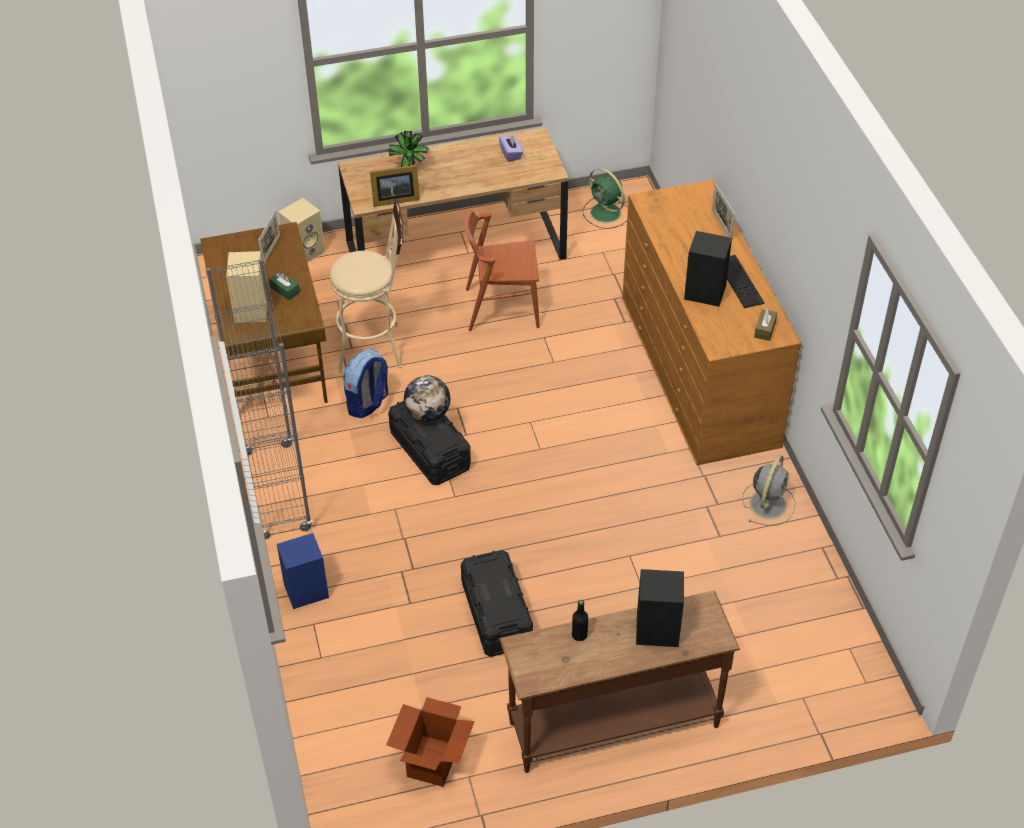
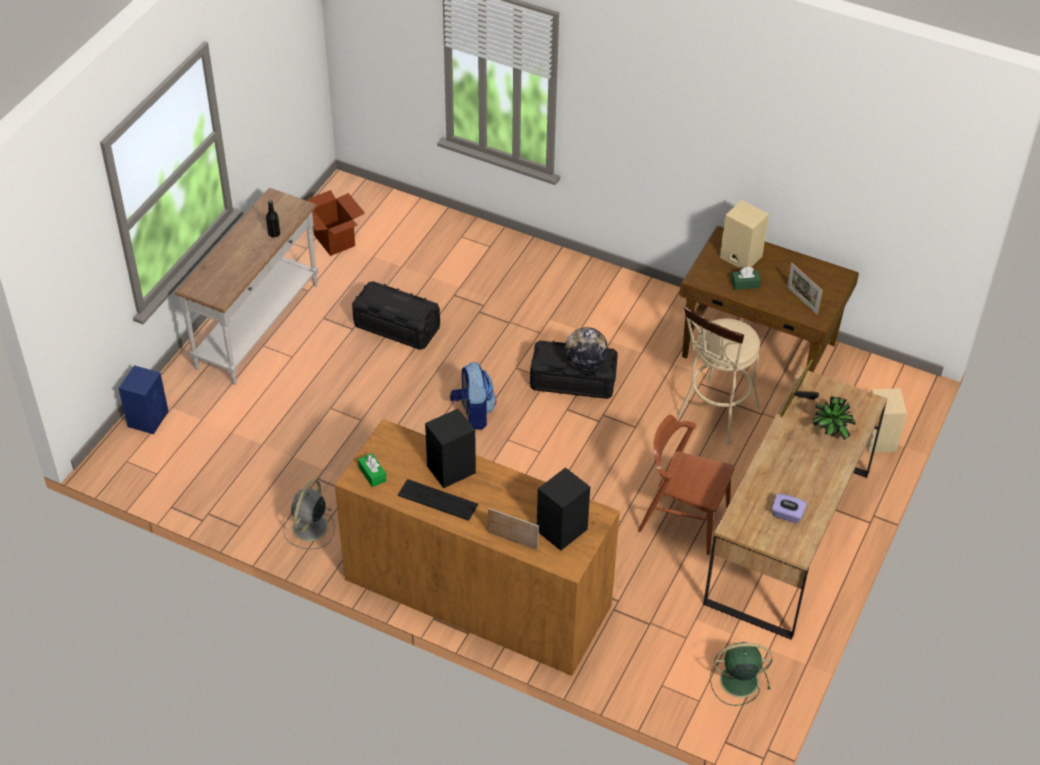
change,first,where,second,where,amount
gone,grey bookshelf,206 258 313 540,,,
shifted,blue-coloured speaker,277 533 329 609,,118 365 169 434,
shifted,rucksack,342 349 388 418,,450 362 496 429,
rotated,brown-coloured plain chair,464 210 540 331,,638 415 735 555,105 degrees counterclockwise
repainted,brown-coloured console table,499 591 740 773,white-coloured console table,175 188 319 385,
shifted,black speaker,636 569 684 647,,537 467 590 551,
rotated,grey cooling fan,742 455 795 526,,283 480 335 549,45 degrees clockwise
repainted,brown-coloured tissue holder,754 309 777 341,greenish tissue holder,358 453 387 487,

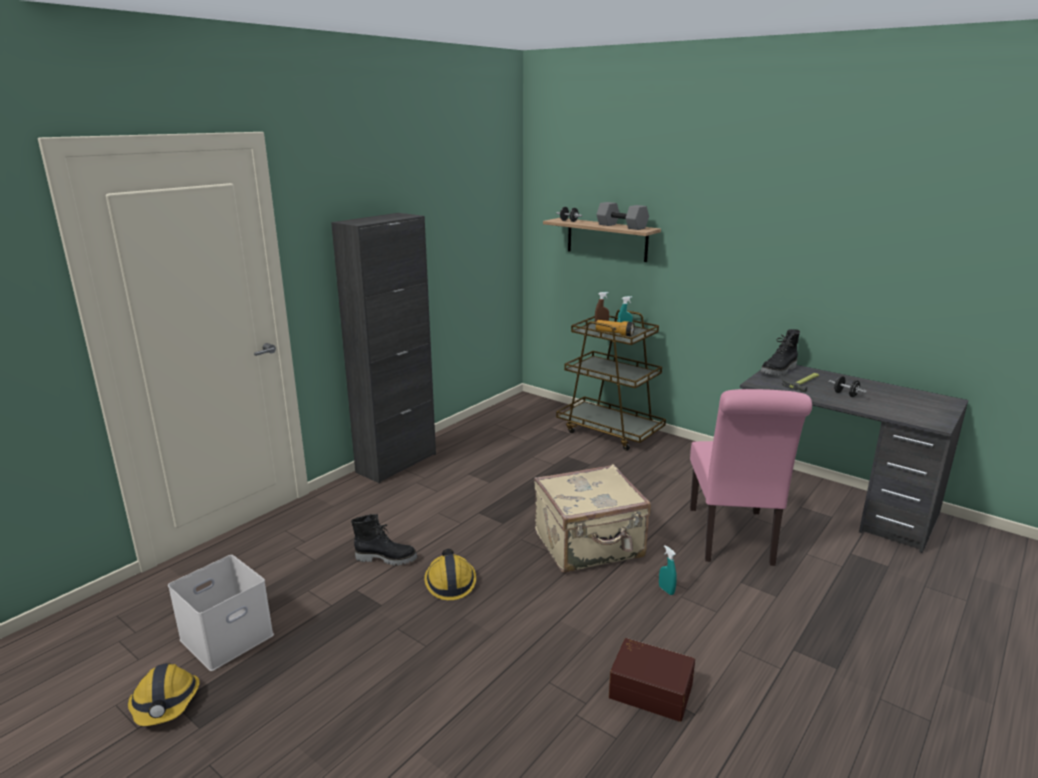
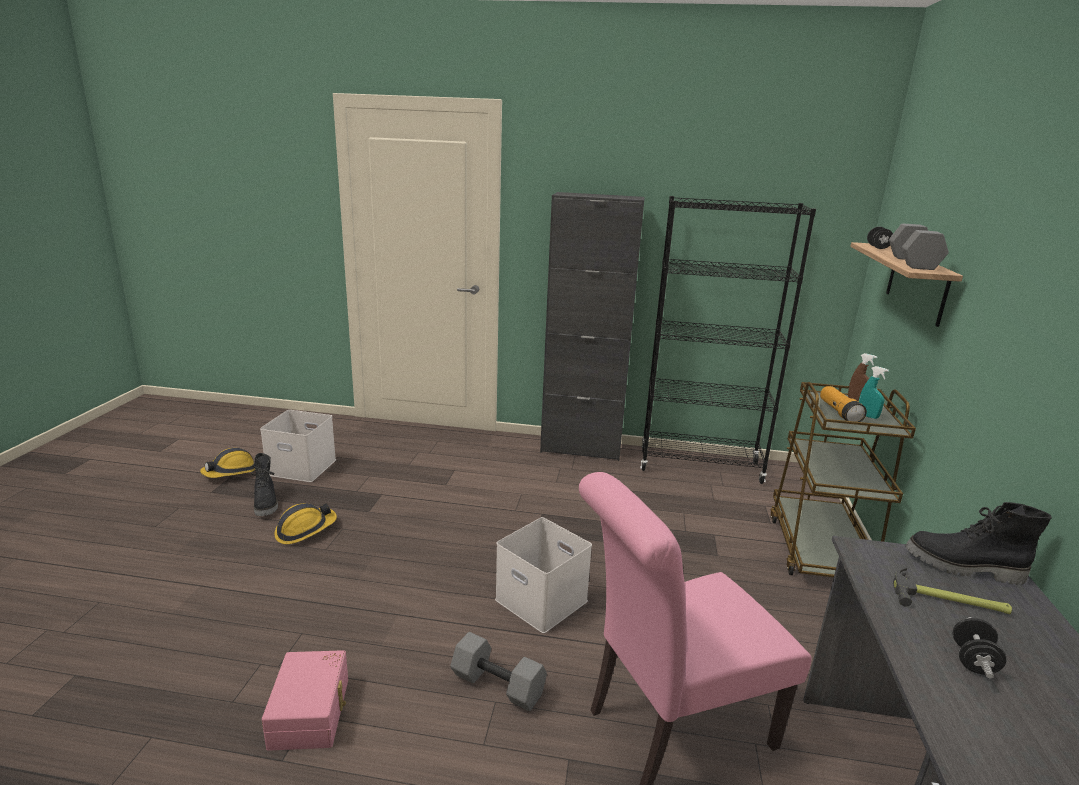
change,first,where,second,where,amount
shifted,black boot,351 514 417 566,,251 453 278 516,
shifted,hard hat,424 549 476 600,,274 503 337 544,
swapped,beige suitcase,534 464 651 573,white-coloured storage box,495 517 592 633,
repainted,brown-coloured storage box,609 638 695 722,pink storage box,262 650 348 751,
swapped,turquoise sprayer,659 545 677 595,grey free weight,450 632 547 711,
new,,,black bookshelf,640 196 816 484,

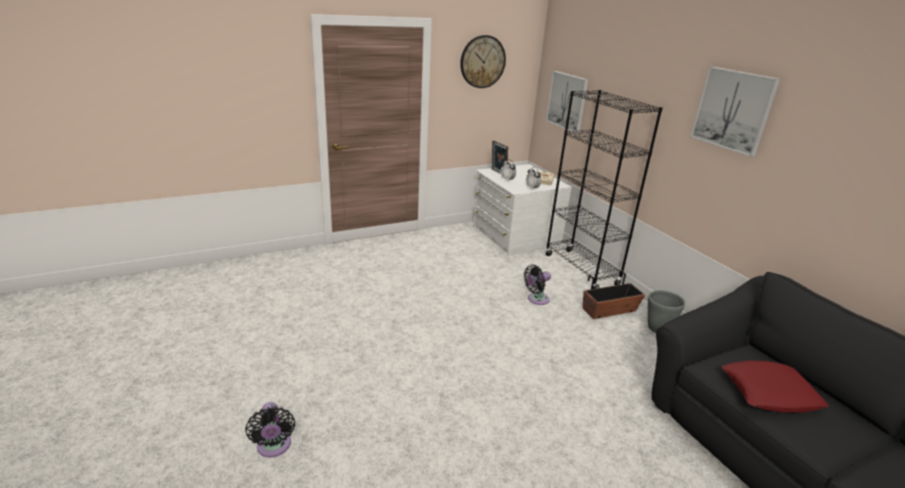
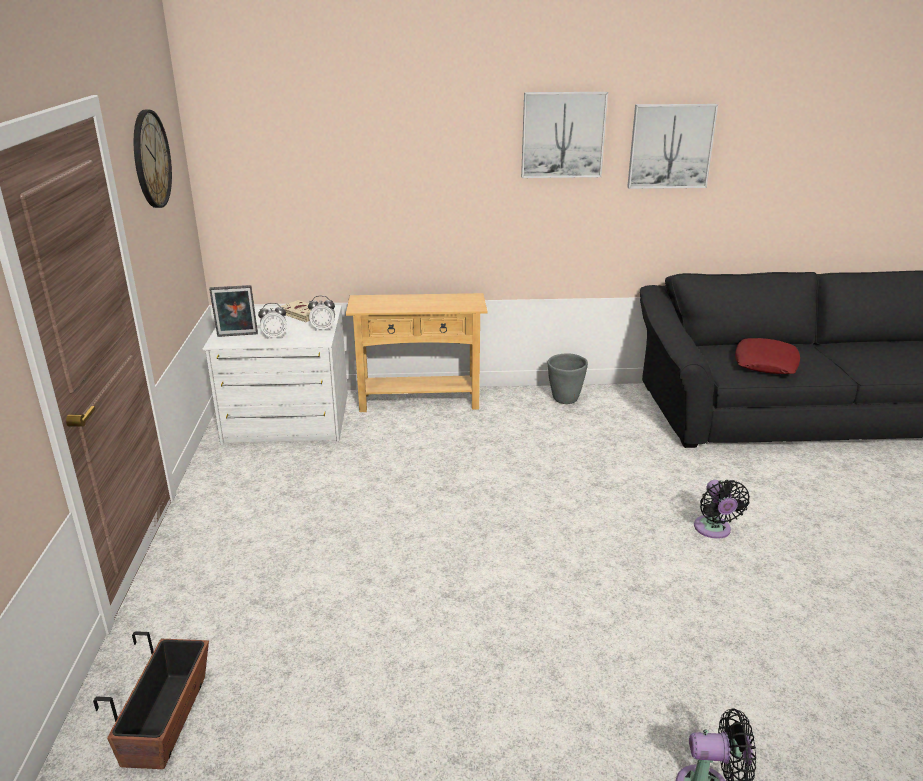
change,first,where,second,where,amount
shifted,black cooling fan,524 265 551 305,,694 480 750 539,
swapped,black bookshelf,545 90 663 289,beige console table,346 293 487 412,
shifted,picture,546 71 588 134,,627 104 718 189,
shifted,flower pot,582 271 645 319,,93 631 209 769,

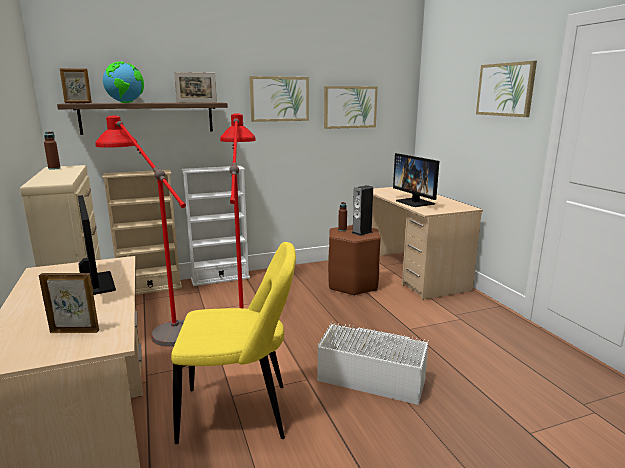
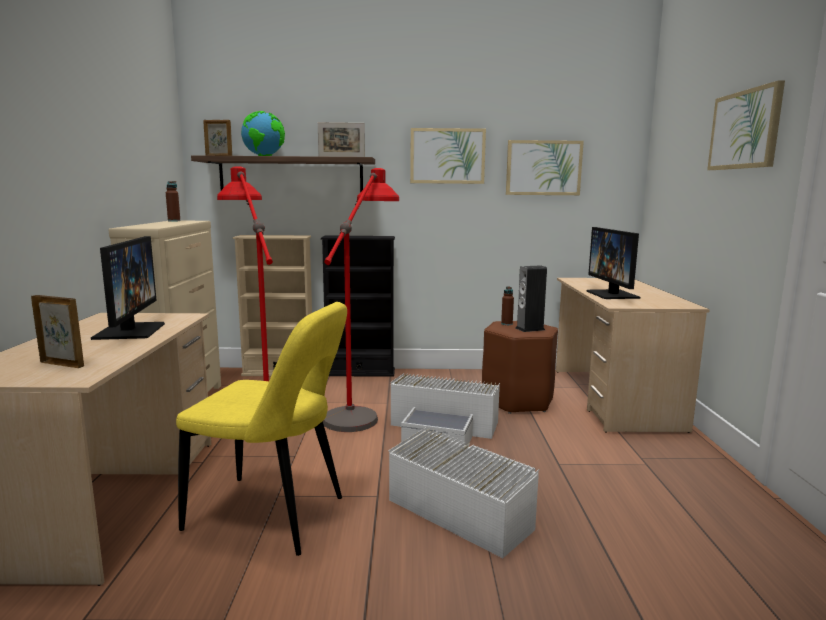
change,first,where,second,where,amount
repainted,white-coloured bookshelf,182 166 250 286,black bookshelf,321 235 395 377,
new,,,white-coloured storage box,391 373 500 446,

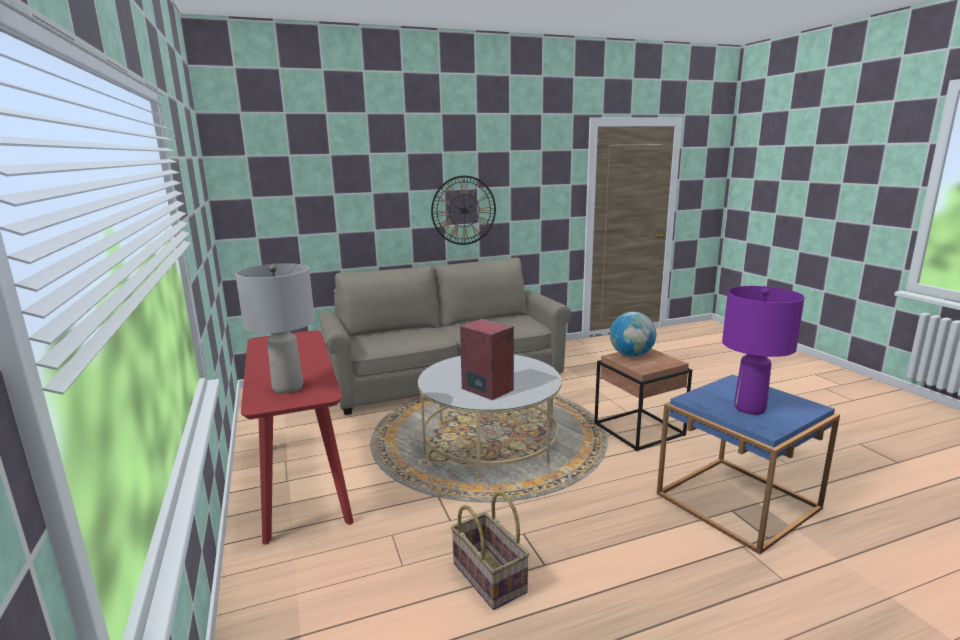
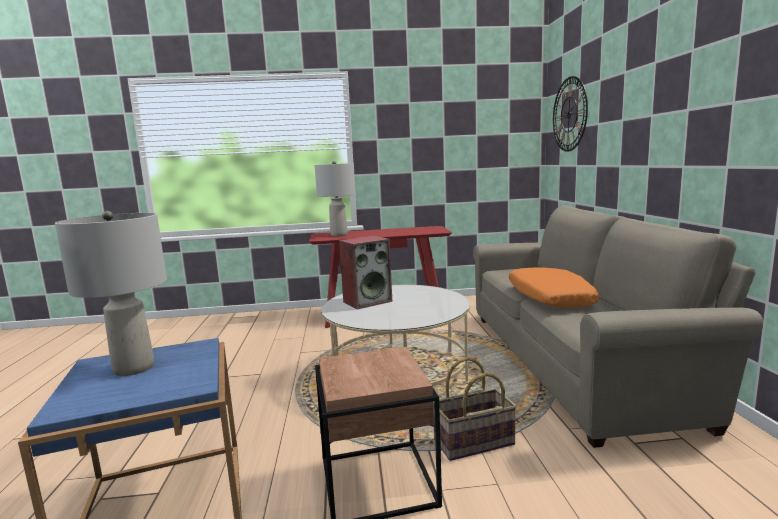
change,first,where,second,where,amount
shifted,wall clock,431 176 496 245,,553 76 588 152,
shifted,storage basket,451 492 529 610,,433 357 517 461,
gone,world globe,610 312 656 357,,,
repainted,purple-coloured table lamp,722 286 805 415,grey table lamp,55 211 167 376,
new,,,orange throw pillow,509 267 599 307,

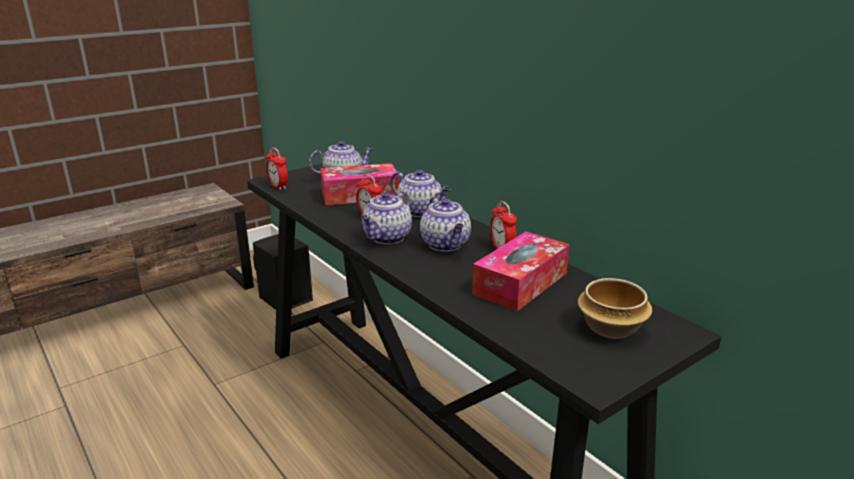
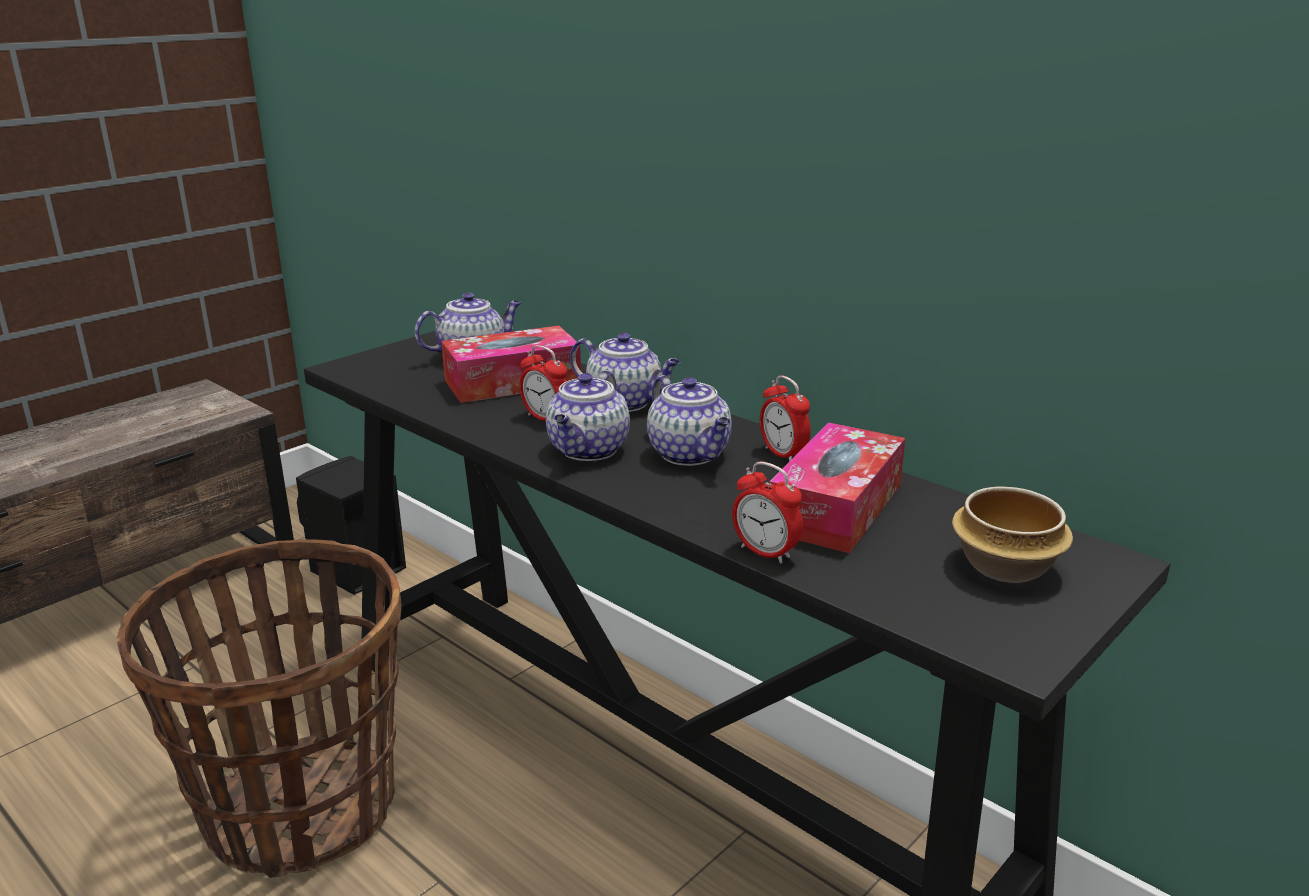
change,first,where,second,where,amount
shifted,table clock,265 147 288 190,,732 462 803 563,
new,,,storage basket,116 539 402 878,

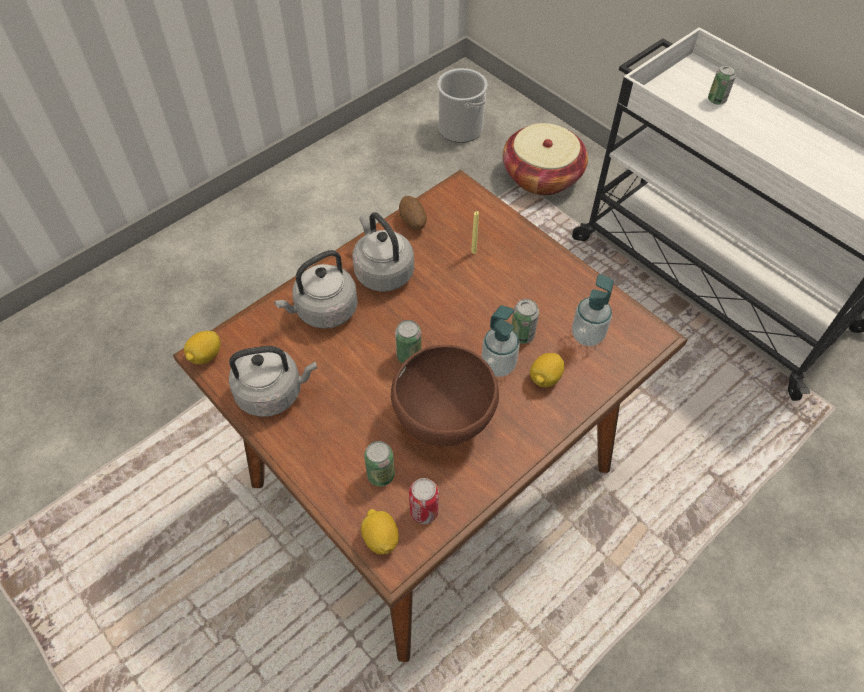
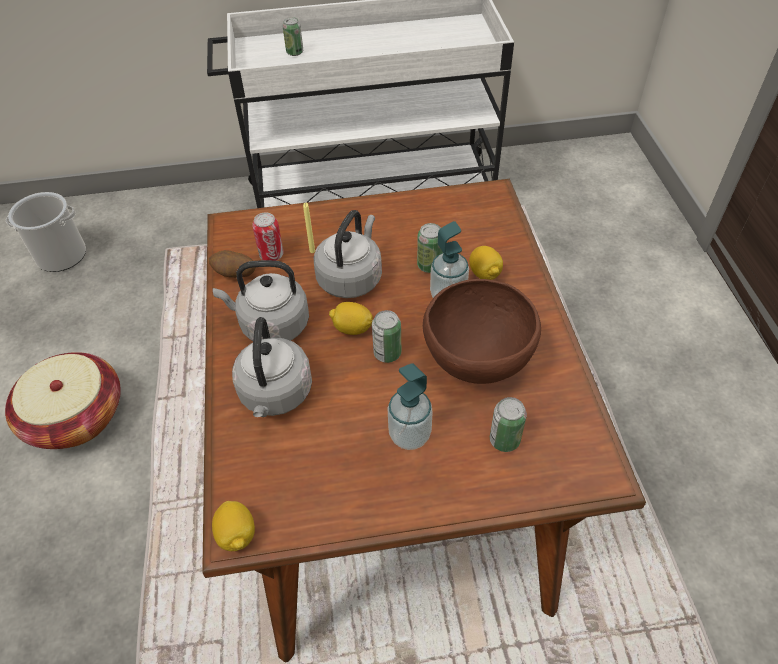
change,first,where,second,where,amount
shifted,grey kettle,229 346 317 417,,314 210 382 298,
shifted,citrus fruit,361 509 399 555,,329 302 373 335,
shifted,metal can,409 478 439 524,,252 213 284 261,
shifted,storage basket,503 123 588 195,,5 352 121 449,
shifted,soap bottle,572 274 614 346,,388 363 433 450,

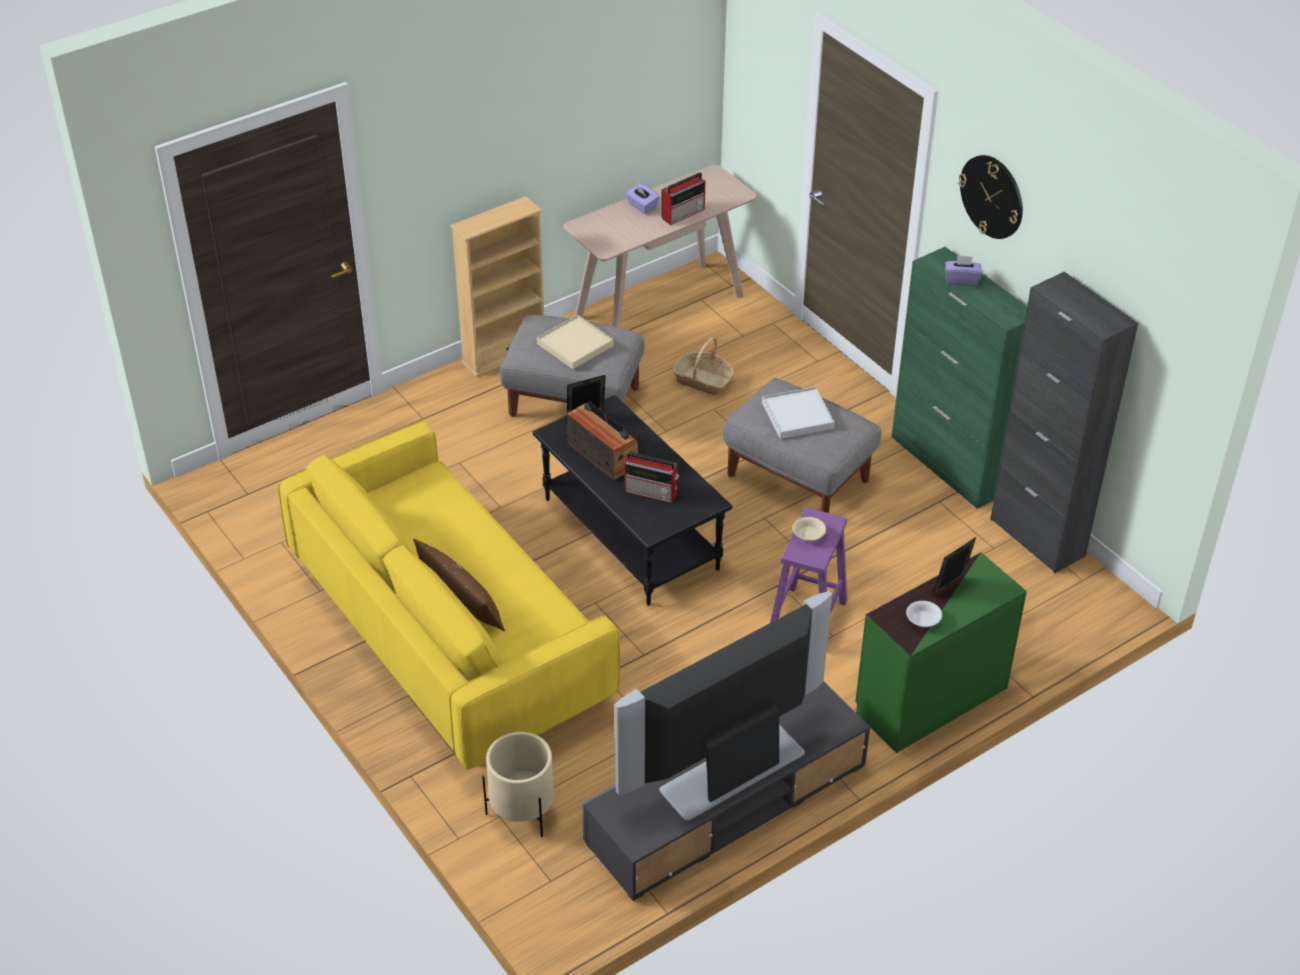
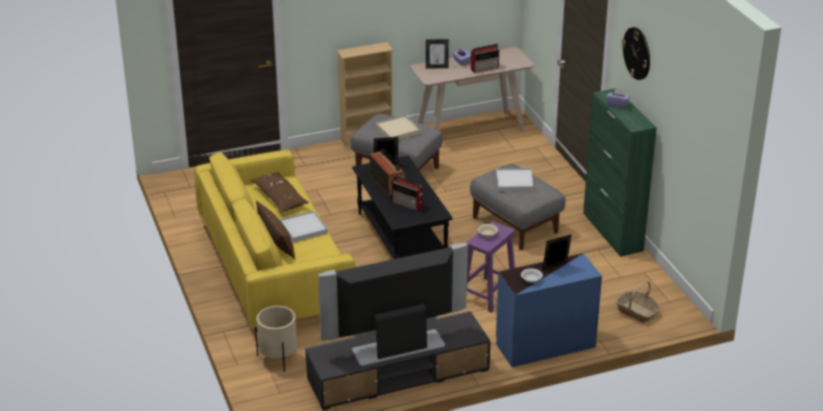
change,first,where,second,where,amount
shifted,storage basket,673 337 734 395,,616 281 660 323,
repainted,greenish dresser,855 552 1027 753,blue-coloured dresser,496 253 602 367,
gone,black storage cabinet,990 272 1138 573,,,
new,,,brown-coloured throw pillow,251 172 309 212,
new,,,white-coloured carrying tray,280 211 328 242,
new,,,photo frame,426 39 449 68,

